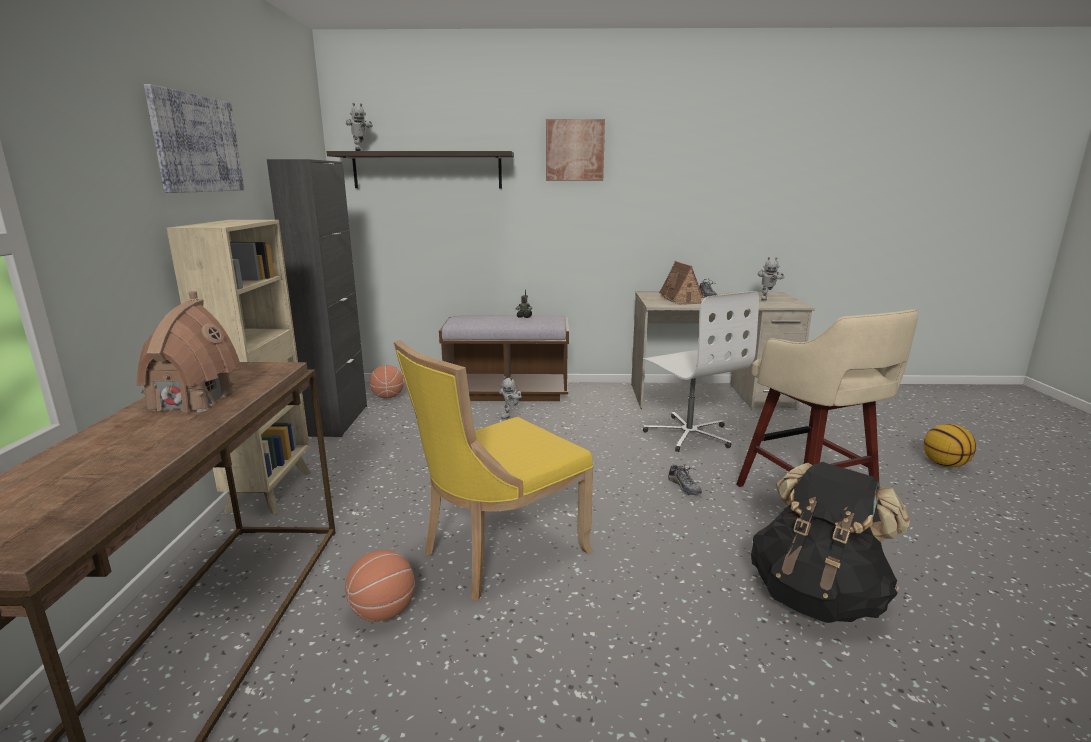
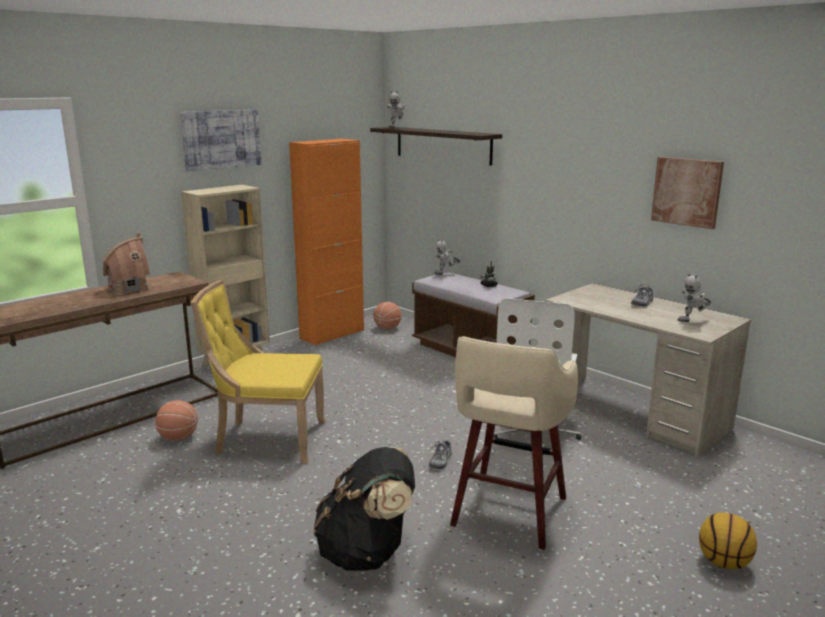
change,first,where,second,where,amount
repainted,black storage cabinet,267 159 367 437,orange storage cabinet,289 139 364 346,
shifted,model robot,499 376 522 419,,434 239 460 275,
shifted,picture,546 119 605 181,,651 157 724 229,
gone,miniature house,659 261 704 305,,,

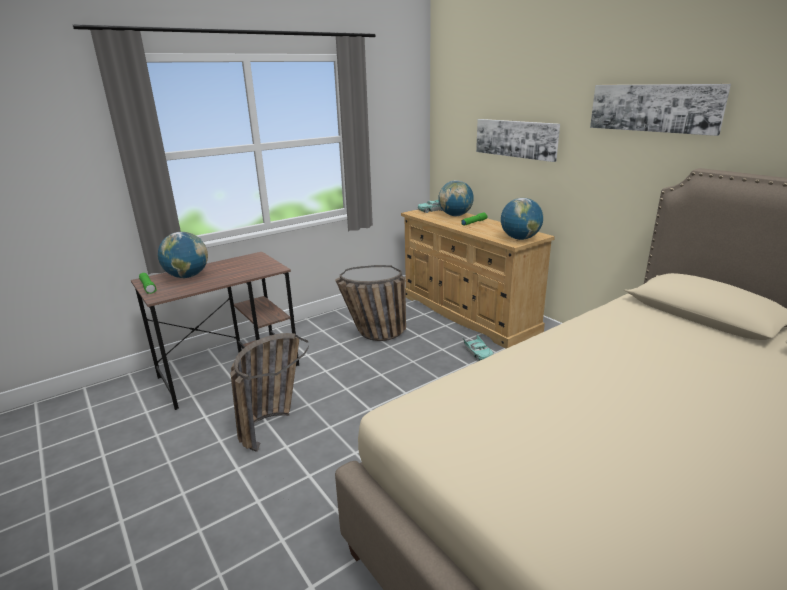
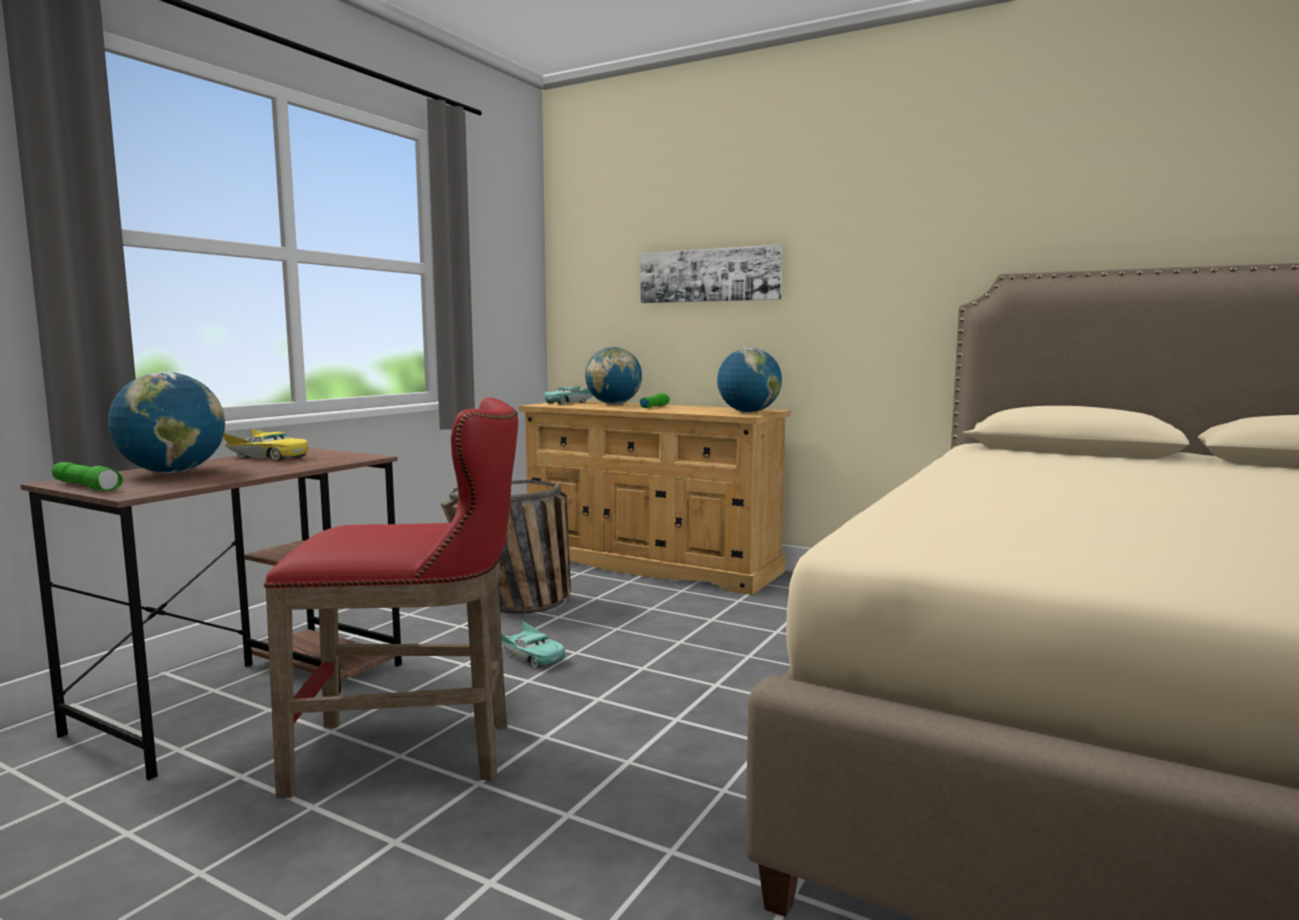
change,first,where,second,where,amount
swapped,storage basket,230 333 309 452,red-coloured sitting stool,264 397 518 798,
shifted,turquoise model car,463 335 493 361,,501 621 565 668,
gone,picture,590 84 731 136,,,
new,,,yellow model car,223 429 309 461,

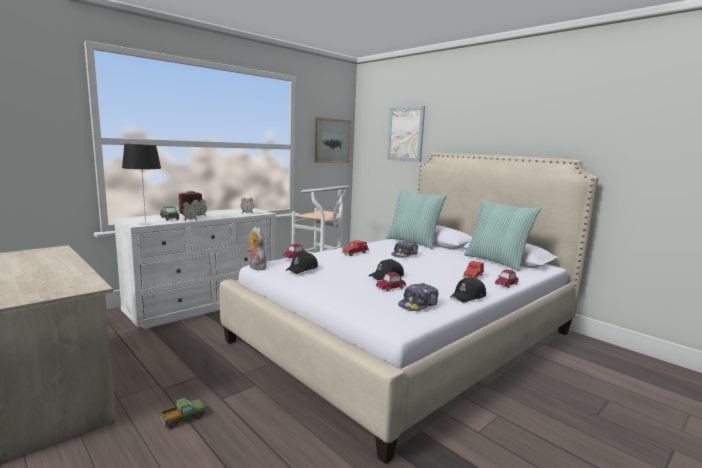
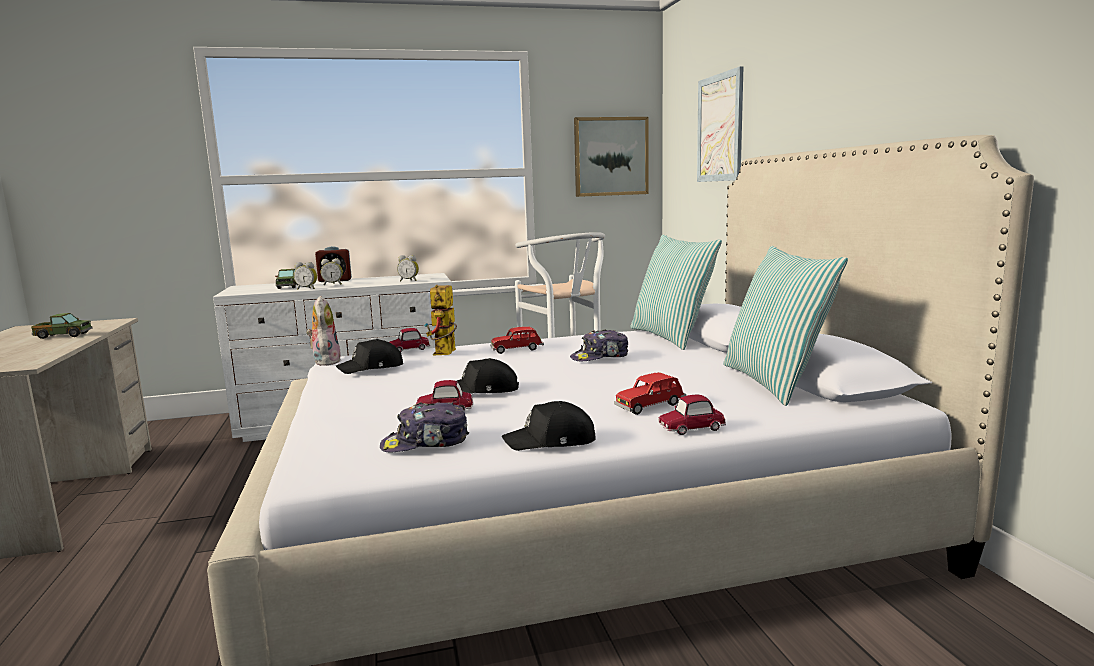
change,first,where,second,where,amount
gone,table lamp,122 144 161 225,,,
shifted,toy truck,160 398 206 428,,31 313 92 339,
new,,,model robot,424 285 457 355,

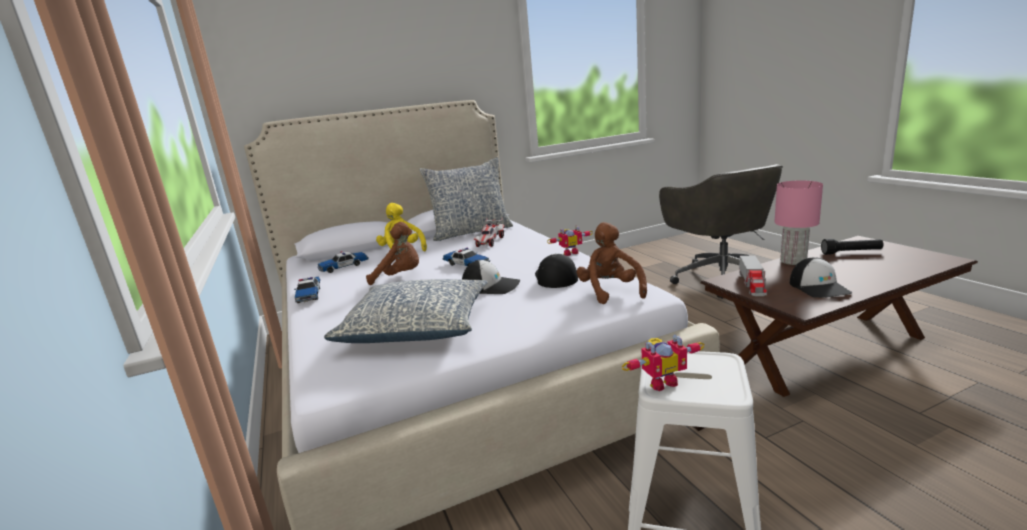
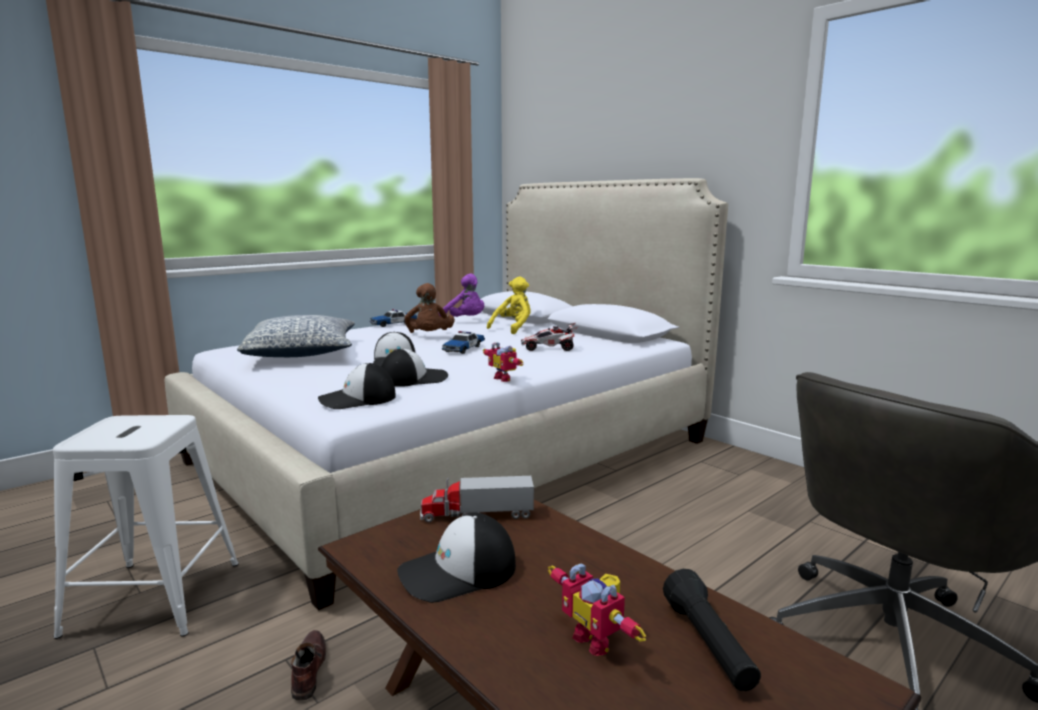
change,first,where,second,where,amount
swapped,model car,317 251 369 273,purple-coloured plush toy,439 273 484 317,
gone,throw pillow,419 158 513 241,,,
swapped,brown-coloured plush toy,576 222 647 304,cap,318 363 396 409,
shifted,model robot,622 334 705 391,,548 563 646 656,
gone,pink table lamp,775 180 823 265,,,
new,,,brown-coloured low shoe,291 630 326 701,

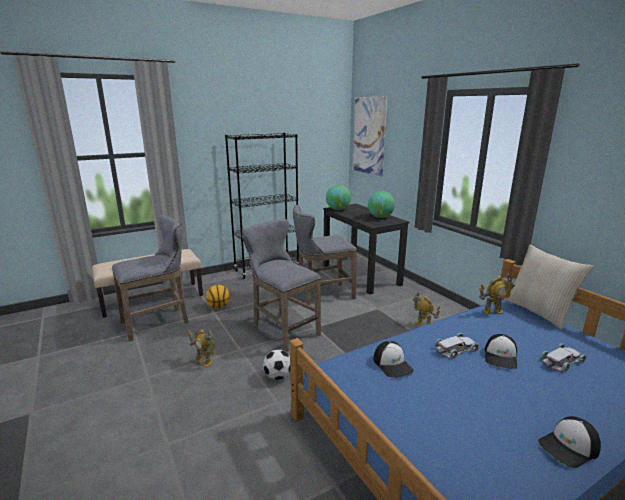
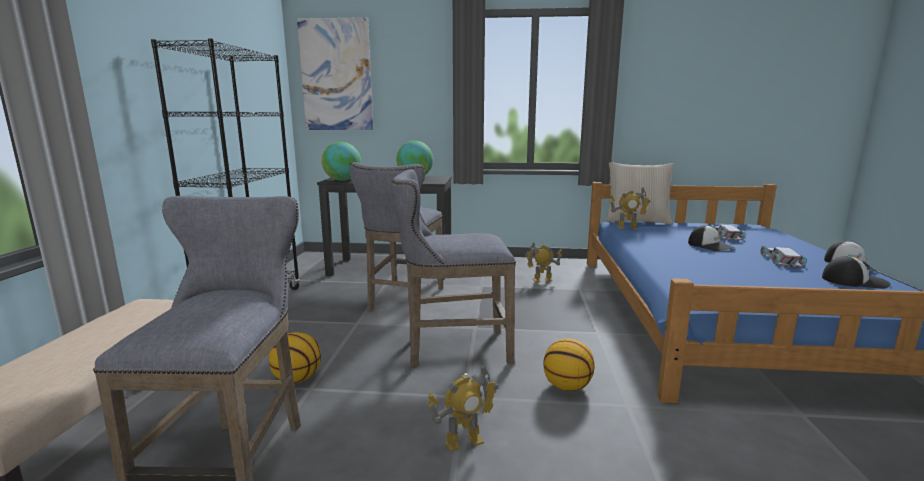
change,first,where,second,where,amount
swapped,football ball,263 349 290 380,basketball,544 338 595 391,
shifted,cap,373 341 414 378,,822 256 891 289,
shifted,white-coloured model car,435 333 479 359,,760 246 806 267,
rotated,model robot,479 273 515 315,,610 187 651 230,75 degrees clockwise

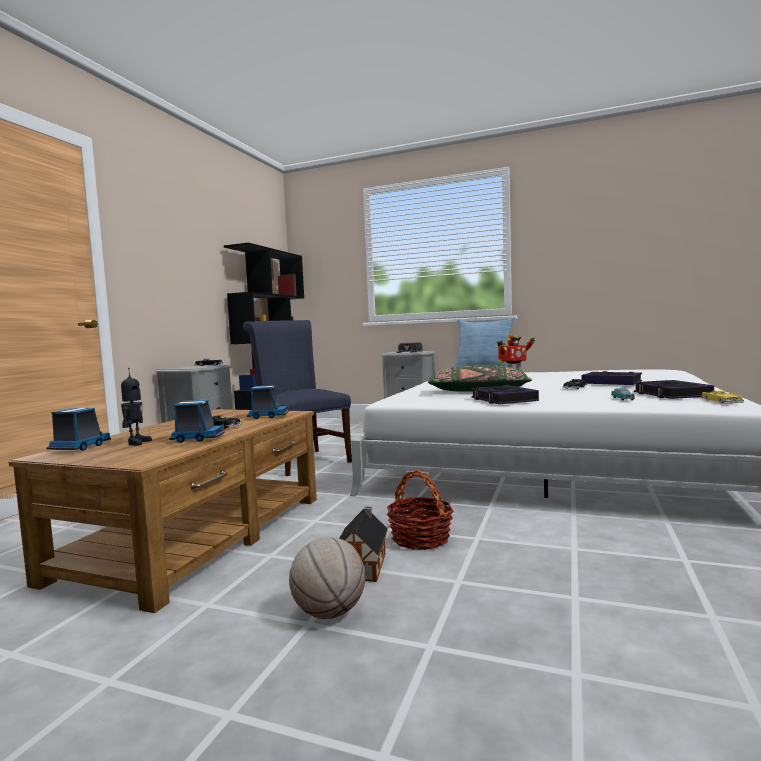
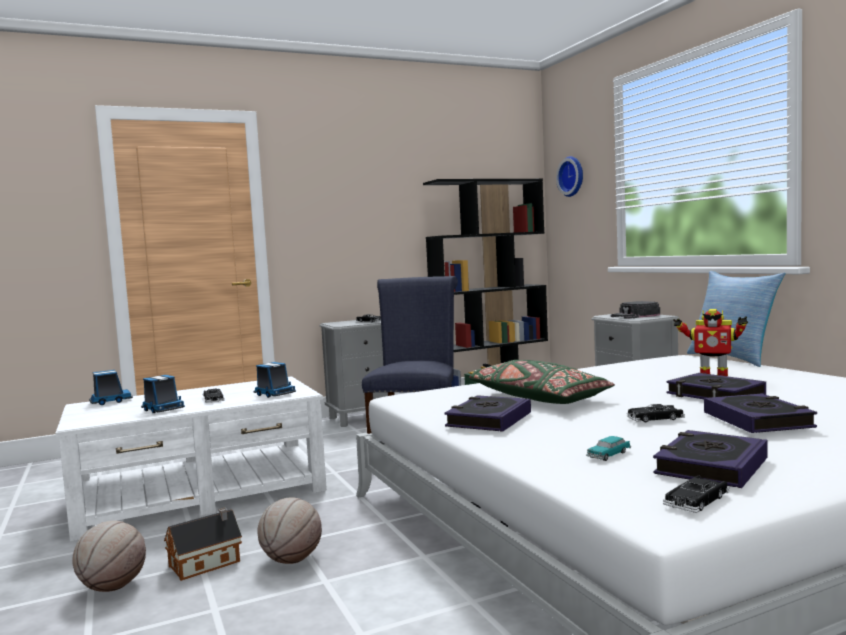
change,first,where,second,where,amount
repainted,brown-coloured lounge table,9 409 317 613,white-coloured lounge table,56 376 327 541,
gone,model robot,121 368 152 446,,,
swapped,storage basket,387 470 454 550,basketball,258 498 322 564,
repainted,yellow model car,701 390 744 404,black model car,663 476 730 513,
new,,,wall clock,556 156 583 197,
new,,,bound book,666 373 766 399,

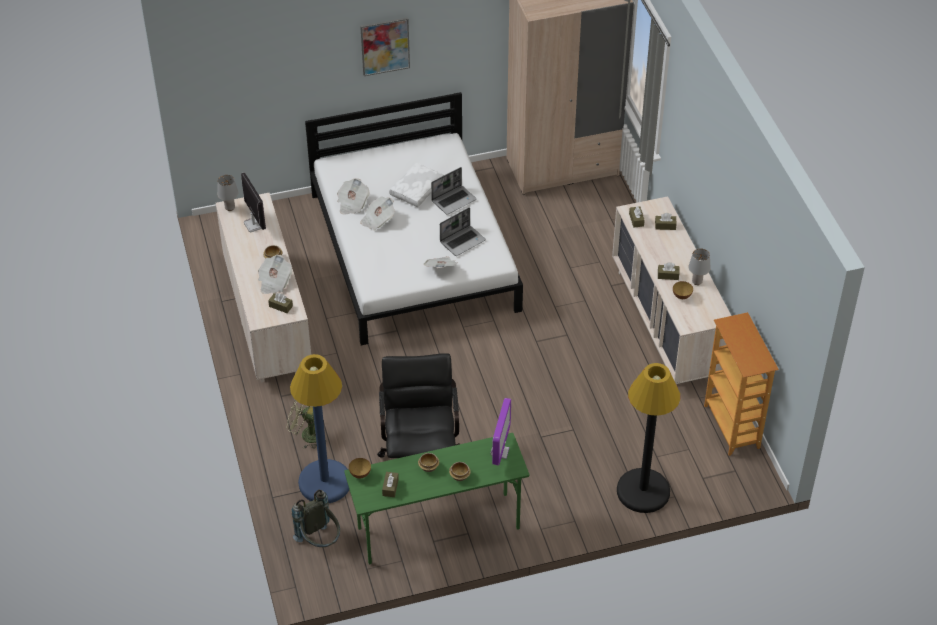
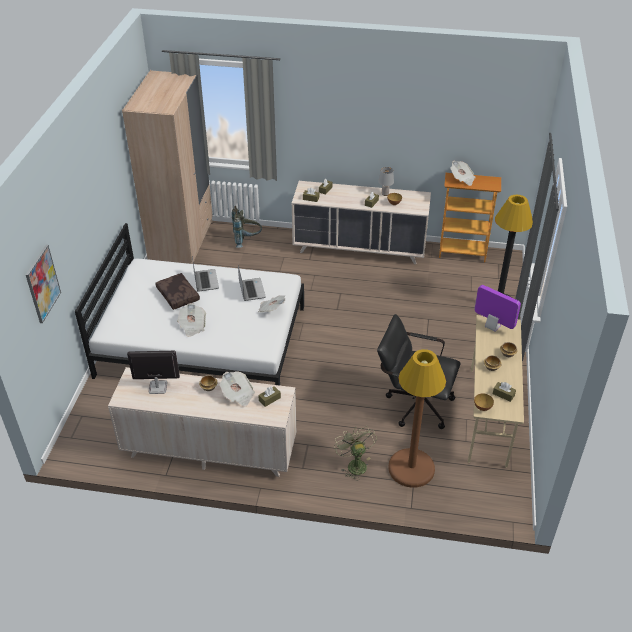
change,first,where,second,where,amount
gone,grey table lamp,217 175 238 211,,,
rotated,greenish cooling fan,287 400 327 449,,334 426 377 481,120 degrees clockwise
repainted,blue-coloured standard lamp,290 354 349 503,brown-coloured standard lamp,388 349 446 488,
shifted,grey rucksack,292 490 340 547,,232 206 262 248,
shifted,printed paper,337 178 370 214,,451 161 476 186,
repainted,greenish desk,344 433 529 564,beige desk,468 315 524 468,
shifted,picture,360 17 410 76,,26 245 61 323,
repainted,white-coloured throw pillow,389 163 444 207,brown-coloured throw pillow,155 273 200 310,

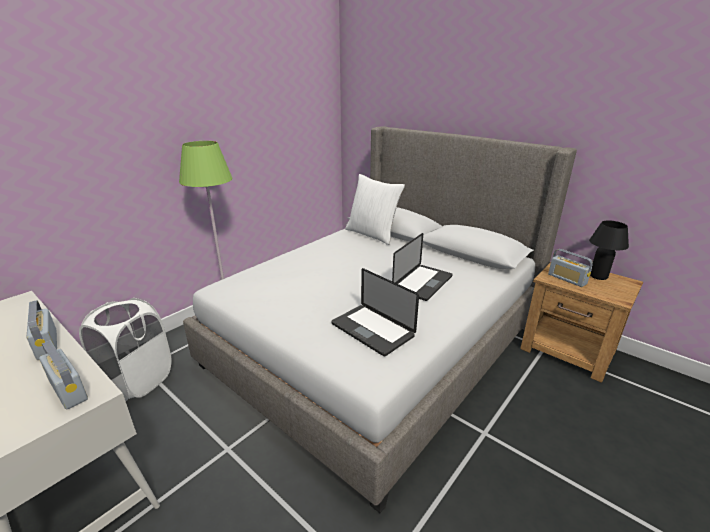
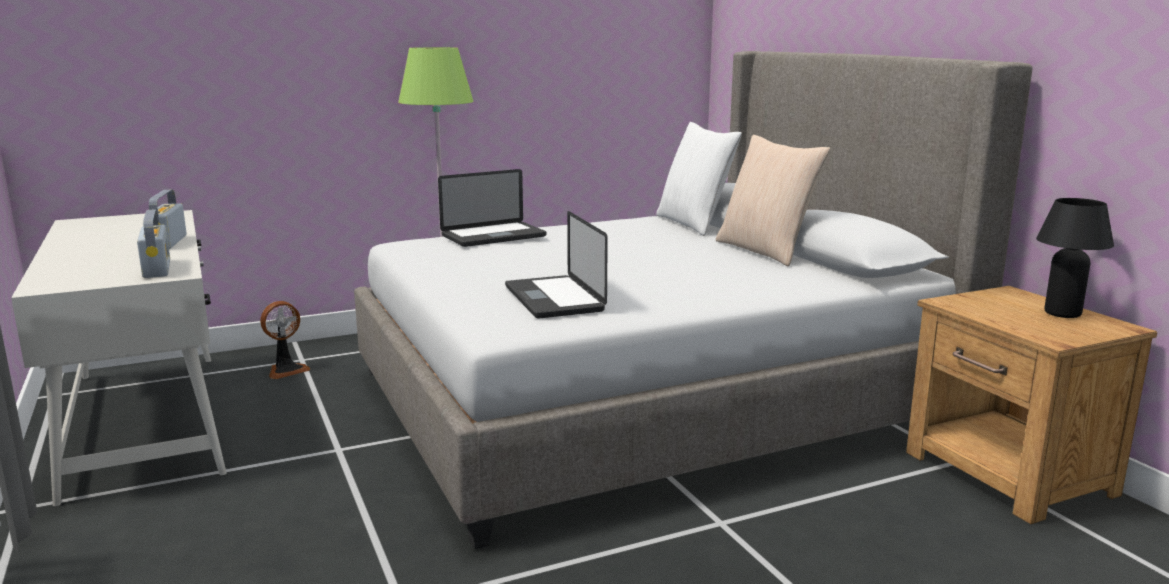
change,first,where,second,where,amount
swapped,white-coloured laundry basket,79 298 172 401,cooling fan,260 301 310 379,
shifted,laptop,392 233 453 301,,438 169 547 247,
gone,radio set,548 249 593 287,,,
new,,,beige throw pillow,716 135 830 266,

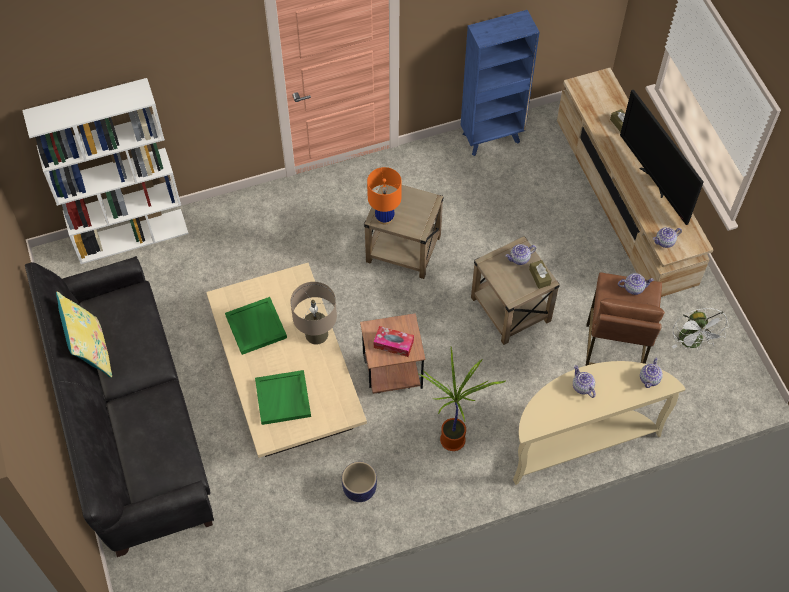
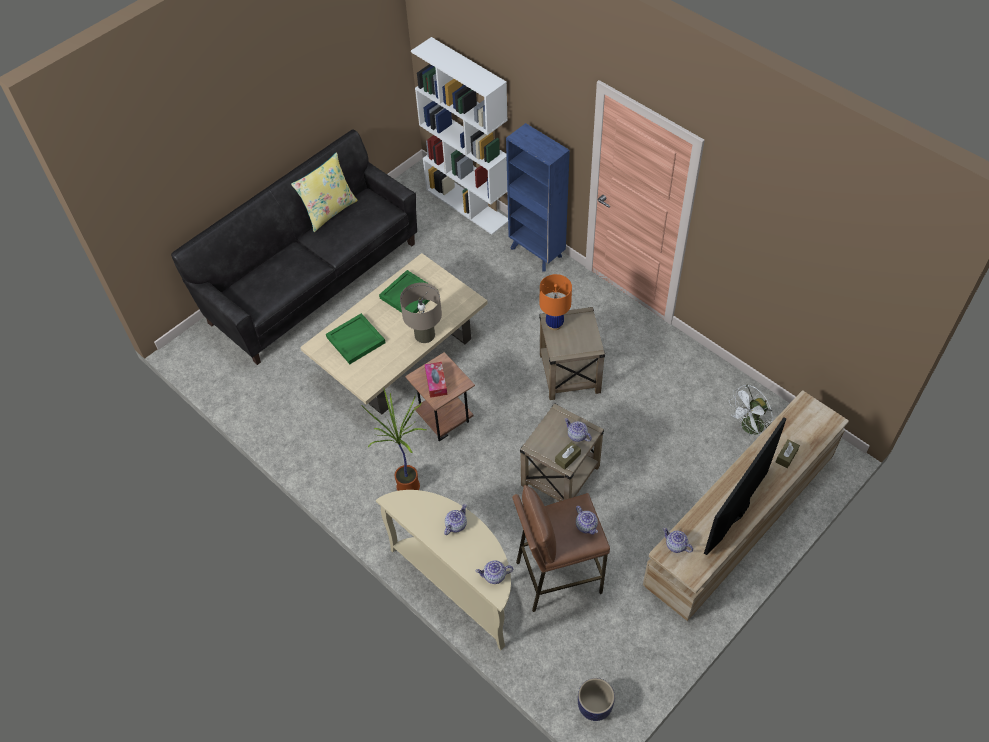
change,first,where,second,where,amount
shifted,flower pot,342 462 377 502,,578 678 615 721,
shifted,blue-coloured bookshelf,461 10 539 156,,506 123 570 271,
shifted,white-coloured cooling fan,672 308 729 350,,729 384 773 435,

